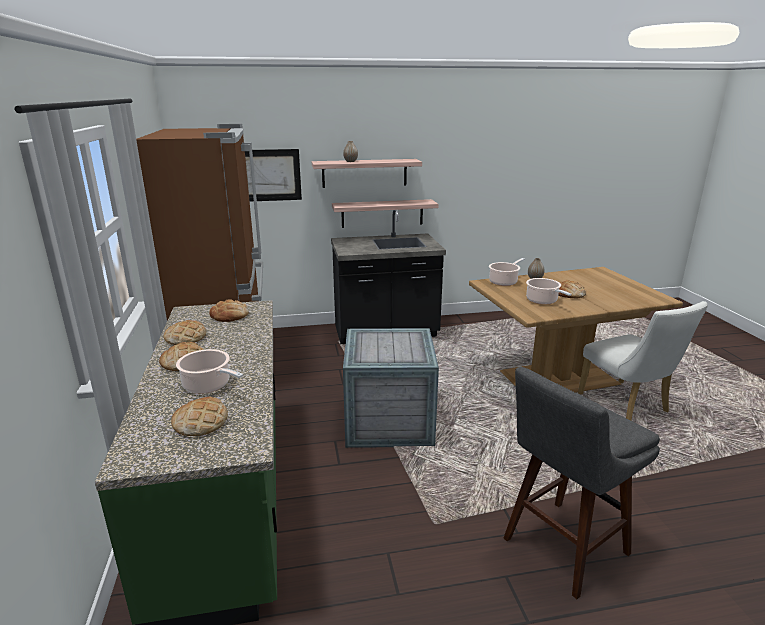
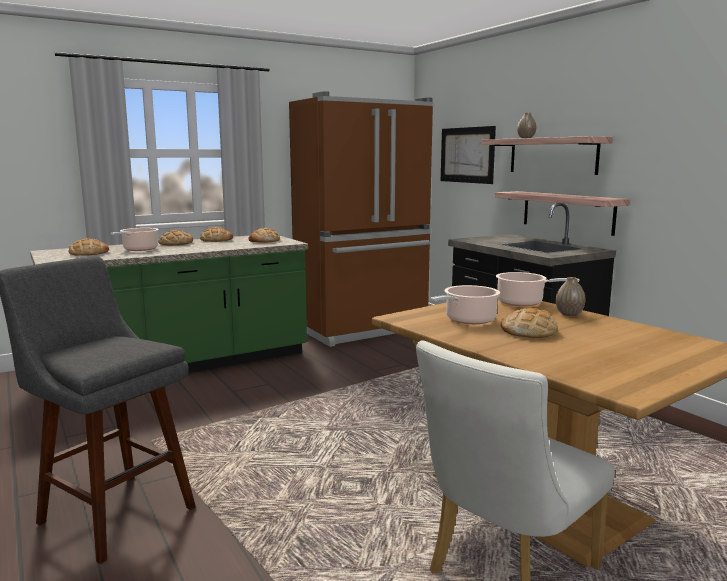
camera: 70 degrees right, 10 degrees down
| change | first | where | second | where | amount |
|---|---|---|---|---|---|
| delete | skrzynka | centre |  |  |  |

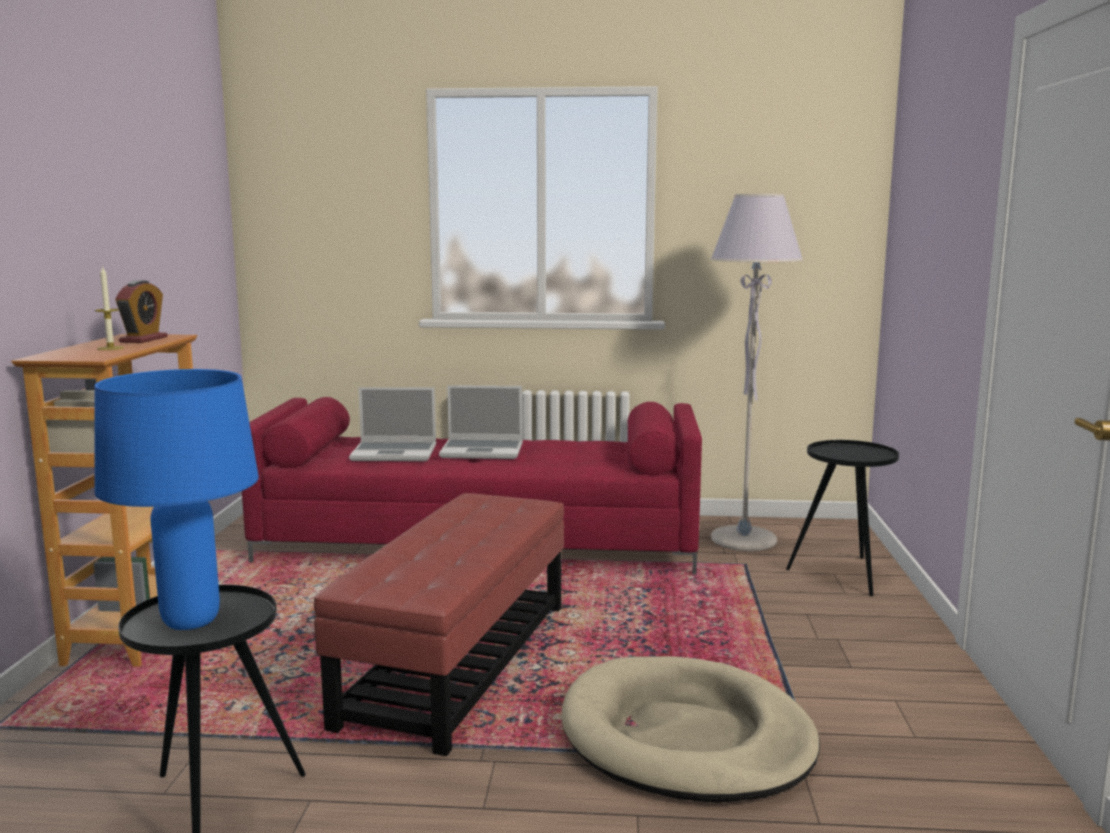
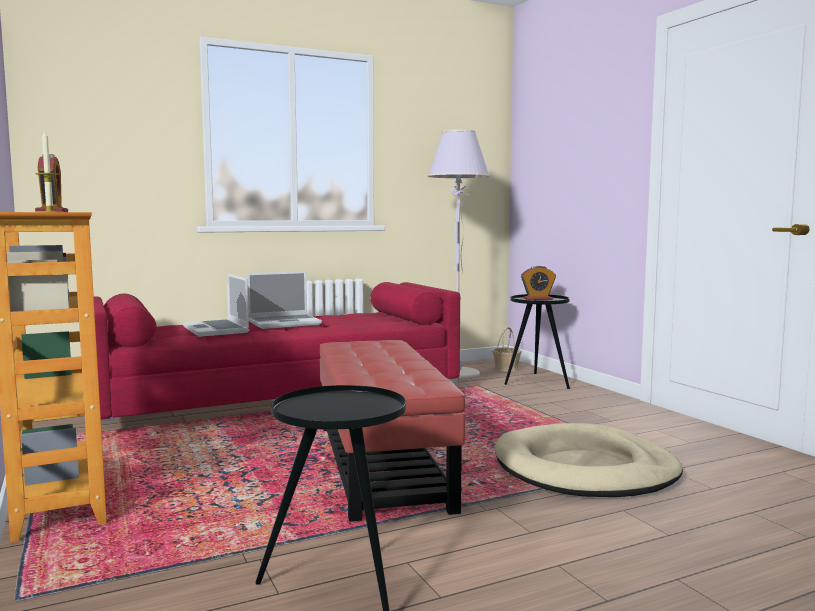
camera: 30 degrees left, 5 degrees down
| change | first | where | second | where | amount |
|---|---|---|---|---|---|
| rotate | laptop (1st from left) | centre |  | middle left | 90 degrees clockwise |
| insert |  |  | koszyk | centre |  |
| insert |  |  | budzik (2nd from left) | centre |  |
| delete | lampa stołowa (niebieski) | middle left |  |  |  |

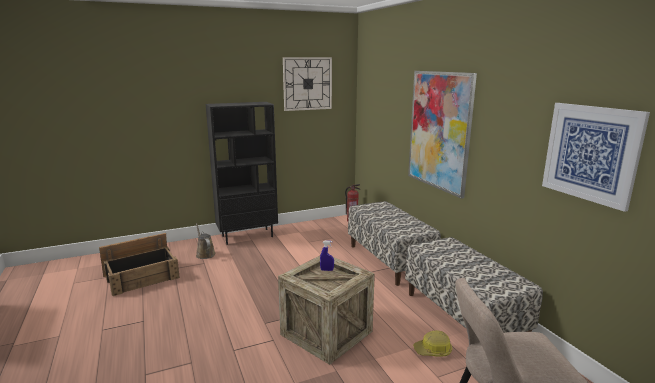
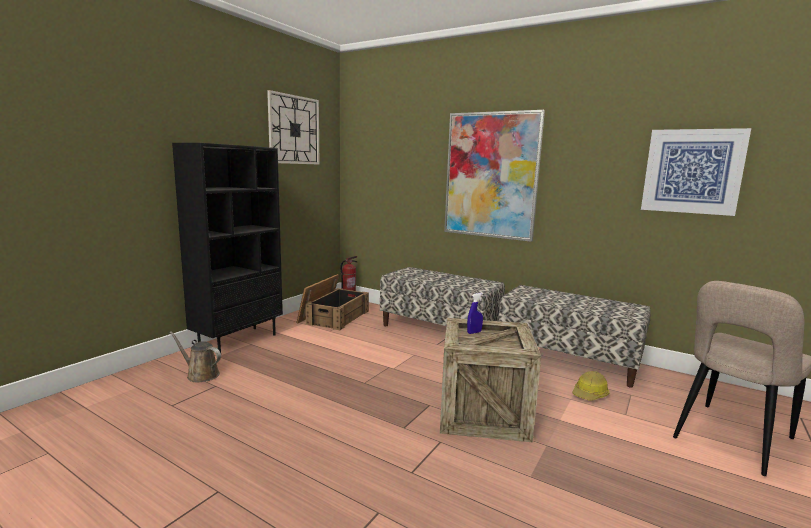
camera: 35 degrees left, 5 degrees down
| change | first | where | second | where | amount |
|---|---|---|---|---|---|
| move | skrzynka (1st from left) | bottom left |  | centre |  |

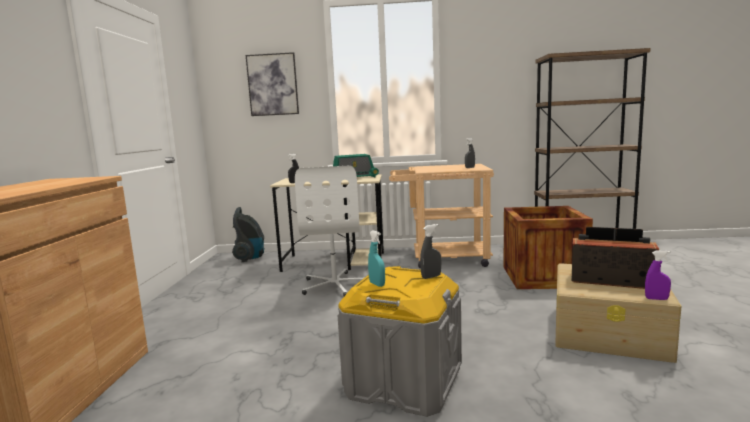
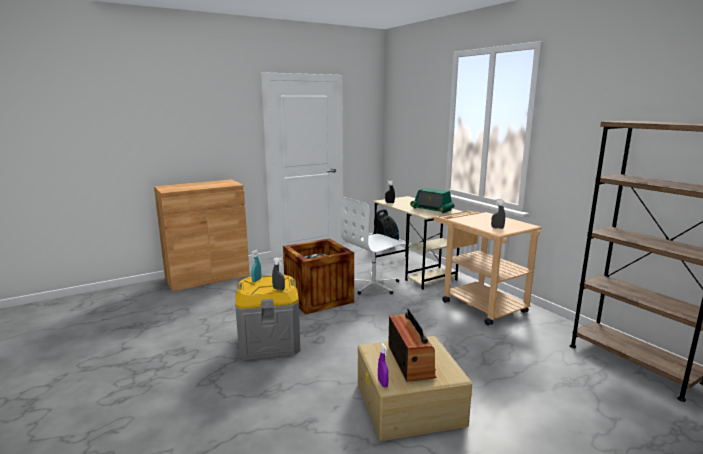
camera: 55 degrees right, 5 degrees up
| change | first | where | second | where | amount |
|---|---|---|---|---|---|
| move | skrzynka | middle right |  | centre |  |
| delete | obraz | top centre |  |  |  |

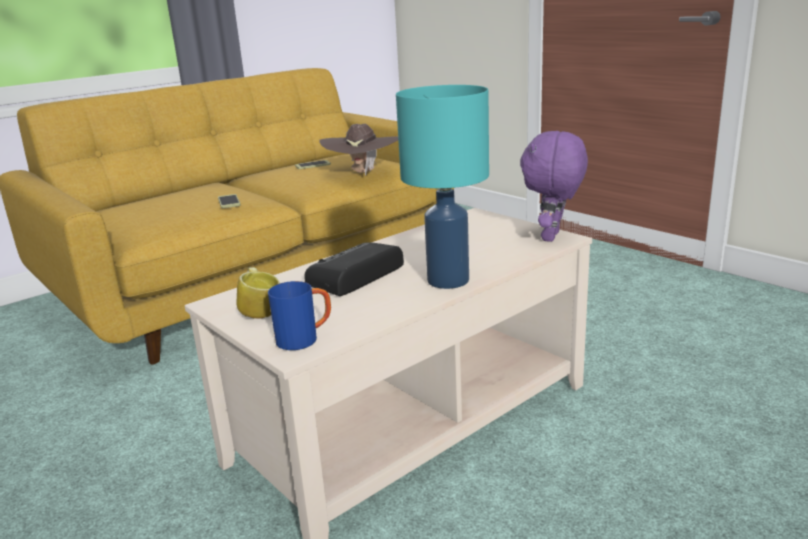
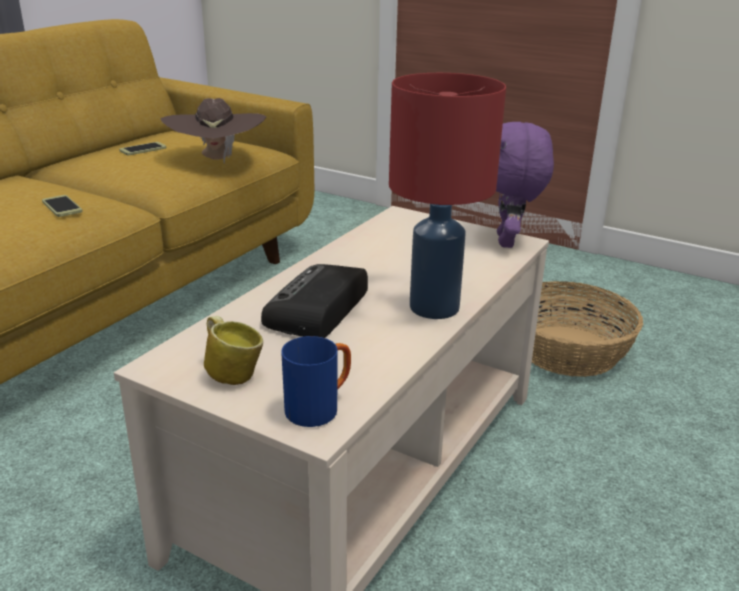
camera: 20 degrees left, 5 degrees up
| change | first | where | second | where | amount |
|---|---|---|---|---|---|
| recolor | lampa stołowa (turkusowy) | centre | lampa stołowa (czerwony) | top centre |  |
| insert |  |  | koszyk | middle right |  |

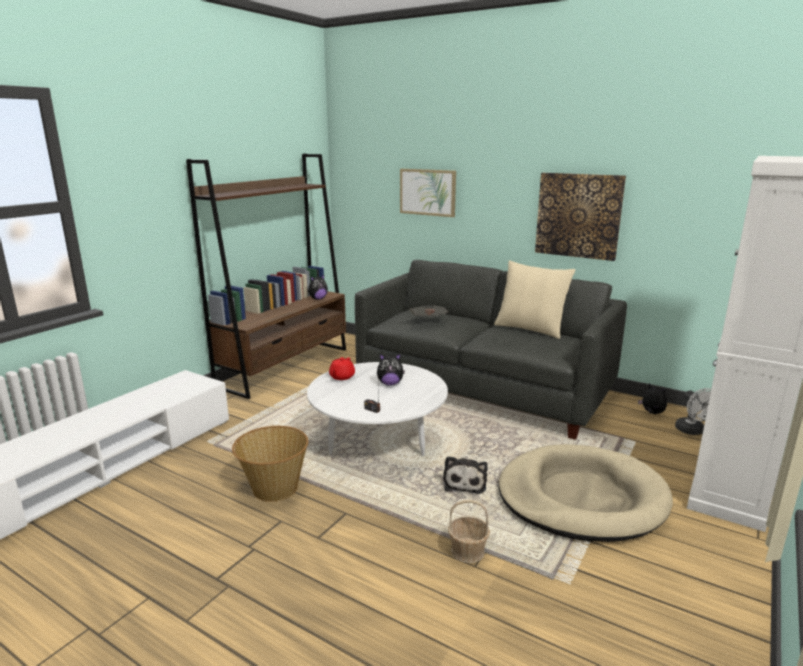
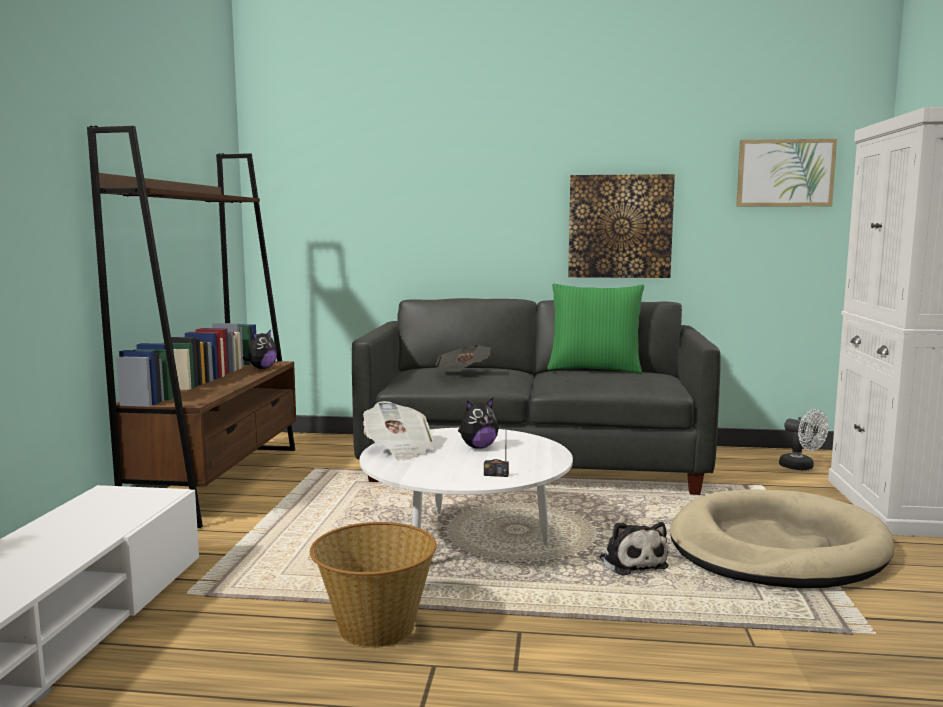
camera: 25 degrees left, 10 degrees down
| change | first | where | second | where | amount |
|---|---|---|---|---|---|
| replace | imbryk (czerwony) | centre | gazeta (1st from left) | centre |  |
| recolor | poduszka (beżowy) | centre | poduszka (zielony) | centre |  |
| move | obraz (1st from left in the first image) | top centre | obraz (2nd from left) | top right |  |
| delete | koszyk (2nd from left) | bottom centre |  |  |  |
| delete | pluszak (4th from left) | middle right |  |  |  |

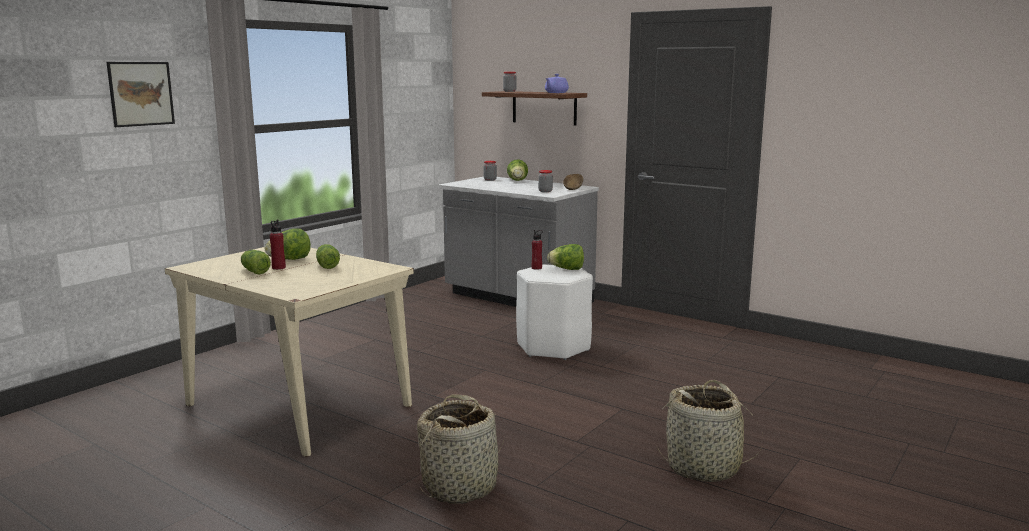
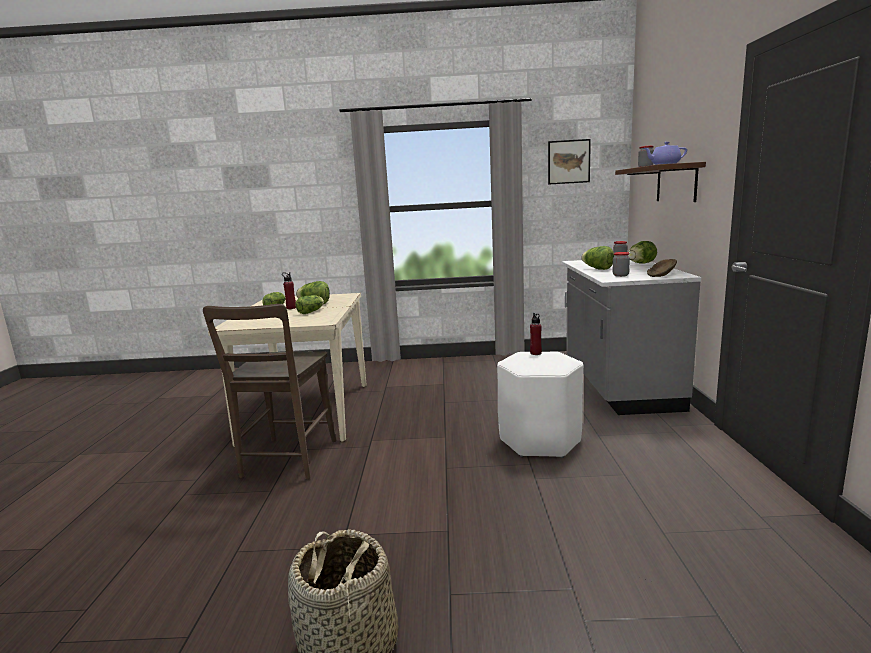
camera: 55 degrees right, 0 degrees up
| change | first | where | second | where | amount |
|---|---|---|---|---|---|
| insert |  |  | krzesło (brązowy) | middle left |  |
| move | obraz | top left |  | top centre |  |
| move | sałata (5th from left in the first image) | centre | sałata (4th from left) | middle right |  |
| delete | koszyk (1st from left) | bottom centre |  |  |  |

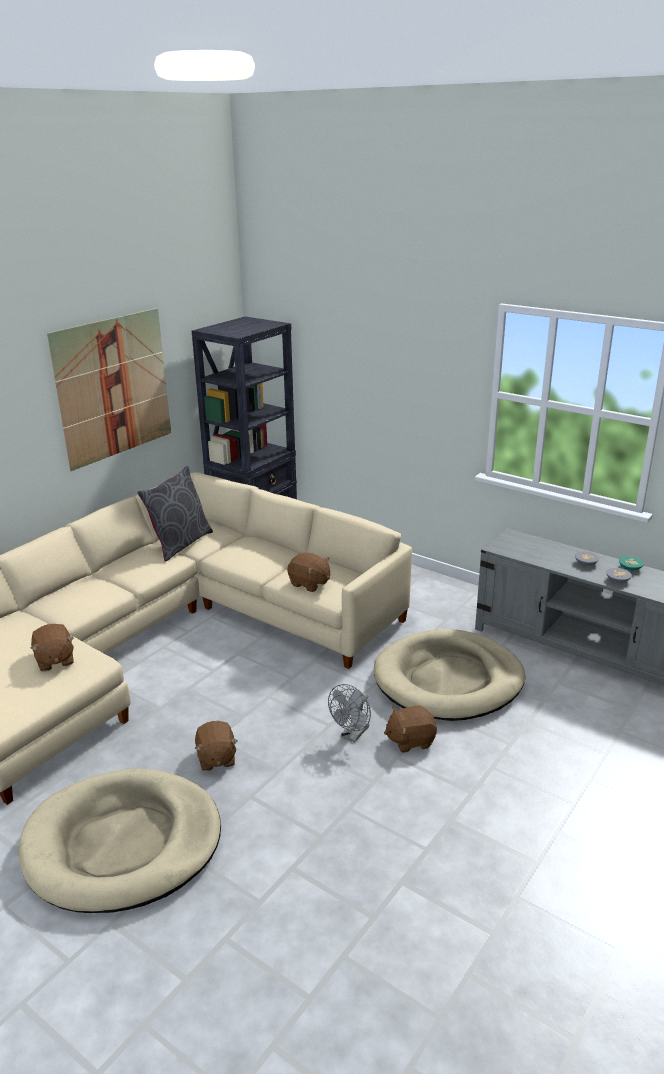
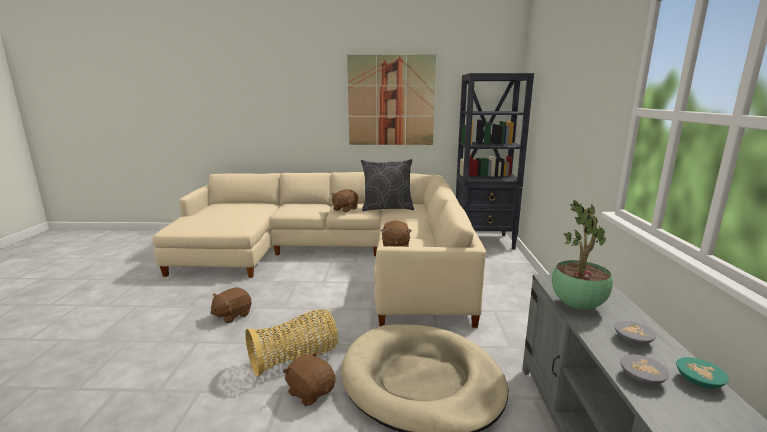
camera: 55 degrees right, 10 degrees down
| change | first | where | second | where | amount |
|---|---|---|---|---|---|
| replace | wentylator (szary) | centre | koszyk | bottom centre |  |
| move | pluszak (brązowy) (1st from left in the first image) | middle left | pluszak (brązowy) (3rd from left) | centre |  |
| insert |  |  | roślina doniczkowa | middle right |  |
| delete | legowisko (beżowy) (1st from left) | bottom left |  |  |  |

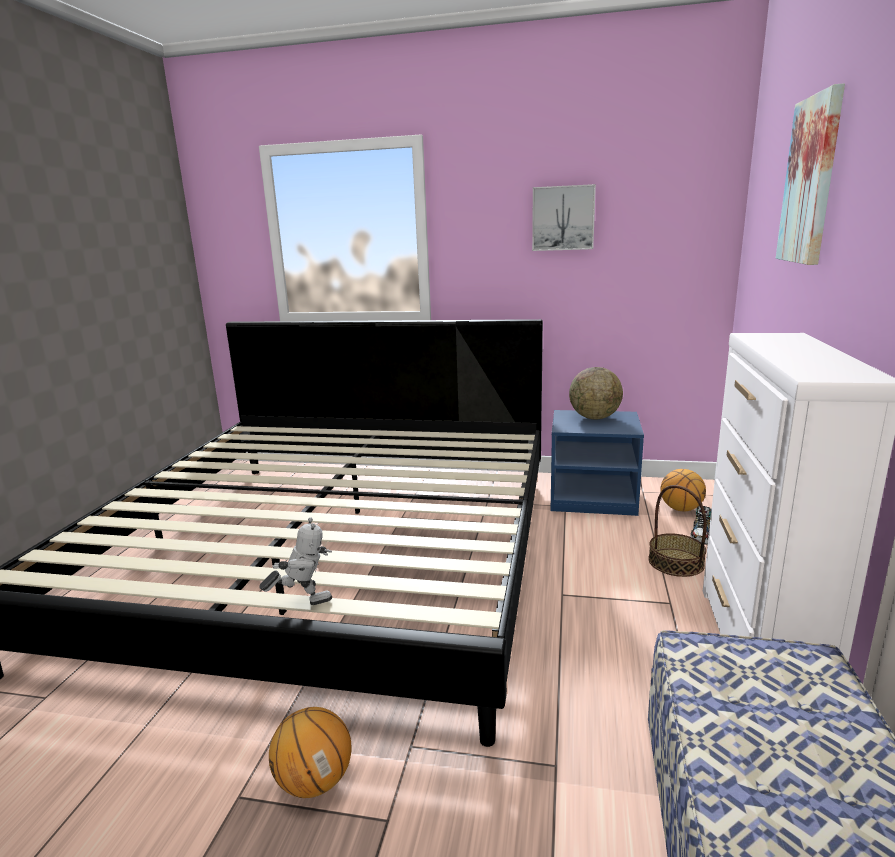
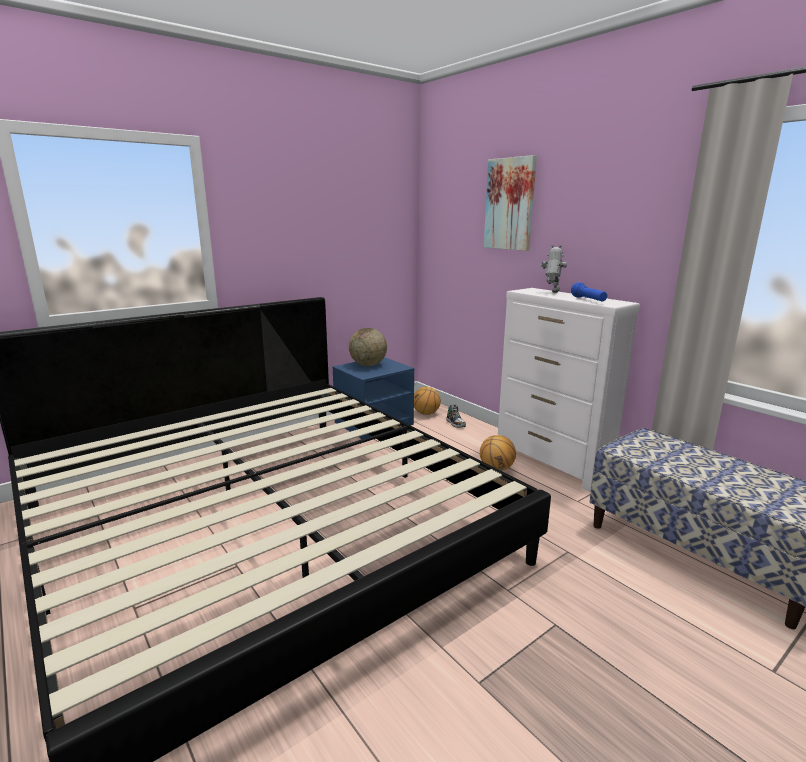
camera: 50 degrees left, 0 degrees up
| change | first | where | second | where | amount |
|---|---|---|---|---|---|
| move | piłka do koszykówki (1st from left in the first image) | bottom centre | piłka do koszykówki (2nd from left) | centre |  |
| move | robot zabawkowy | middle left |  | middle right |  |
| insert |  |  | latarka (niebieski) | middle right |  |
| delete | obraz (1st from left) | top centre |  |  |  |
| delete | koszyk | middle right |  |  |  |

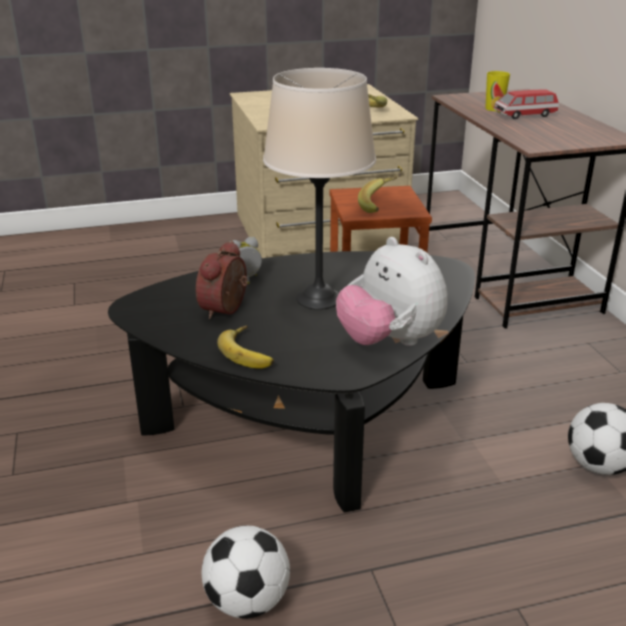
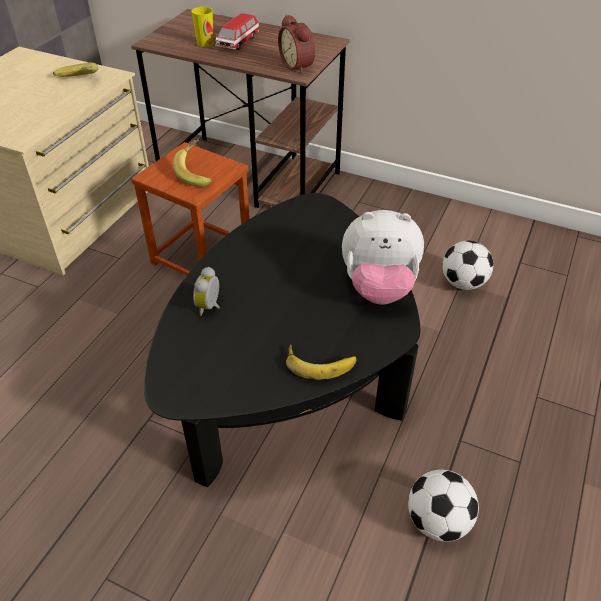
camera: 50 degrees left, 15 degrees up
| change | first | where | second | where | amount |
|---|---|---|---|---|---|
| move | budzik (1st from left in the first image) | centre | budzik (2nd from left) | top centre |  |
| delete | lampa stołowa (beżowy) | top centre |  |  |  |

